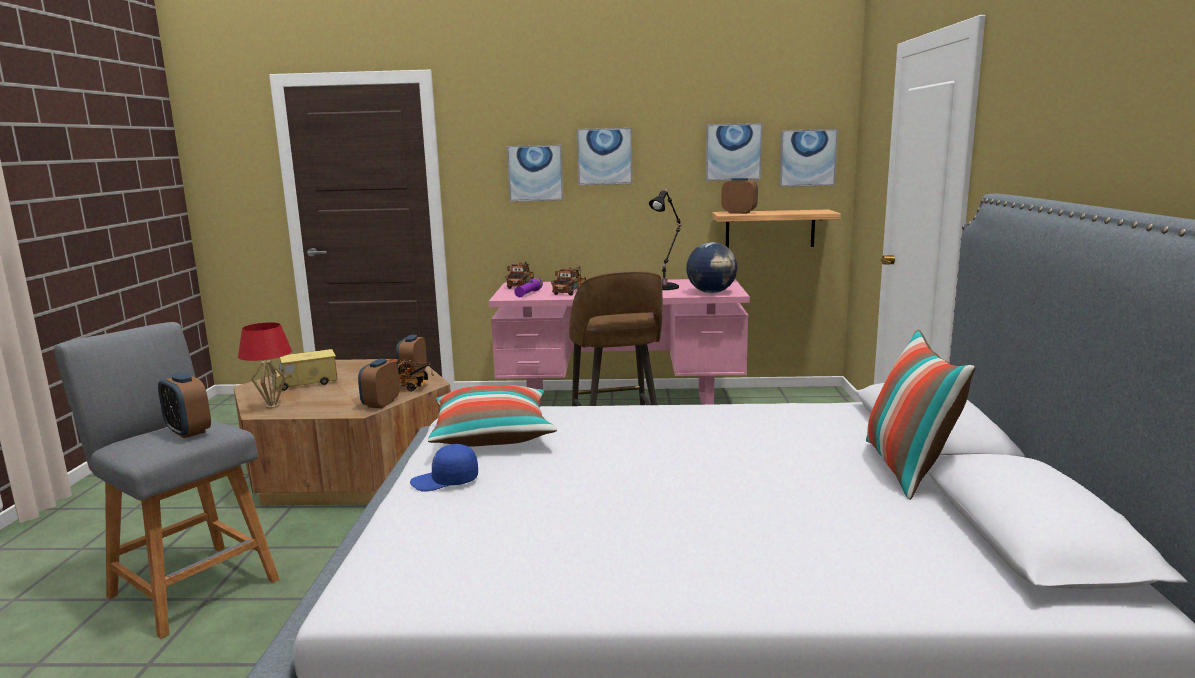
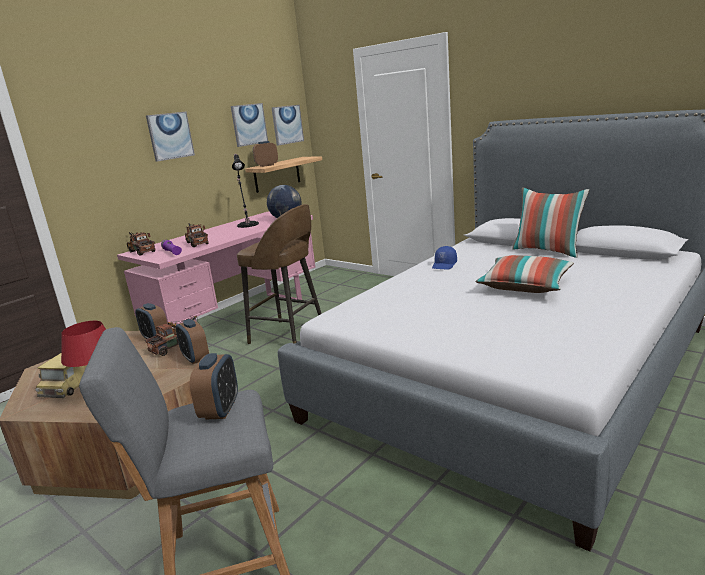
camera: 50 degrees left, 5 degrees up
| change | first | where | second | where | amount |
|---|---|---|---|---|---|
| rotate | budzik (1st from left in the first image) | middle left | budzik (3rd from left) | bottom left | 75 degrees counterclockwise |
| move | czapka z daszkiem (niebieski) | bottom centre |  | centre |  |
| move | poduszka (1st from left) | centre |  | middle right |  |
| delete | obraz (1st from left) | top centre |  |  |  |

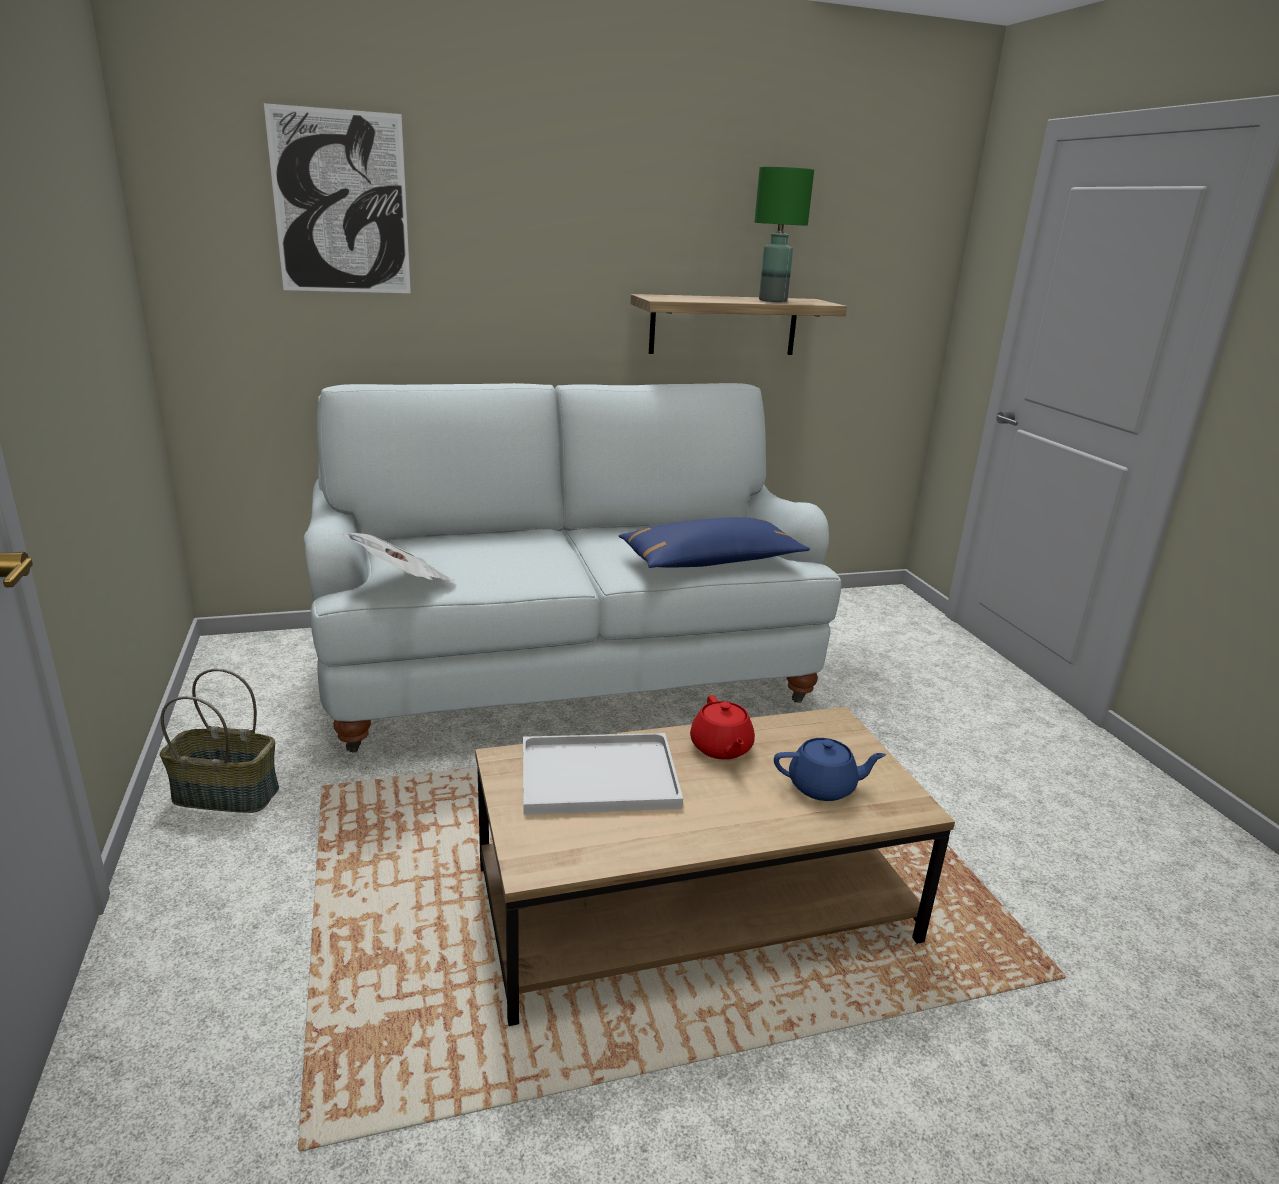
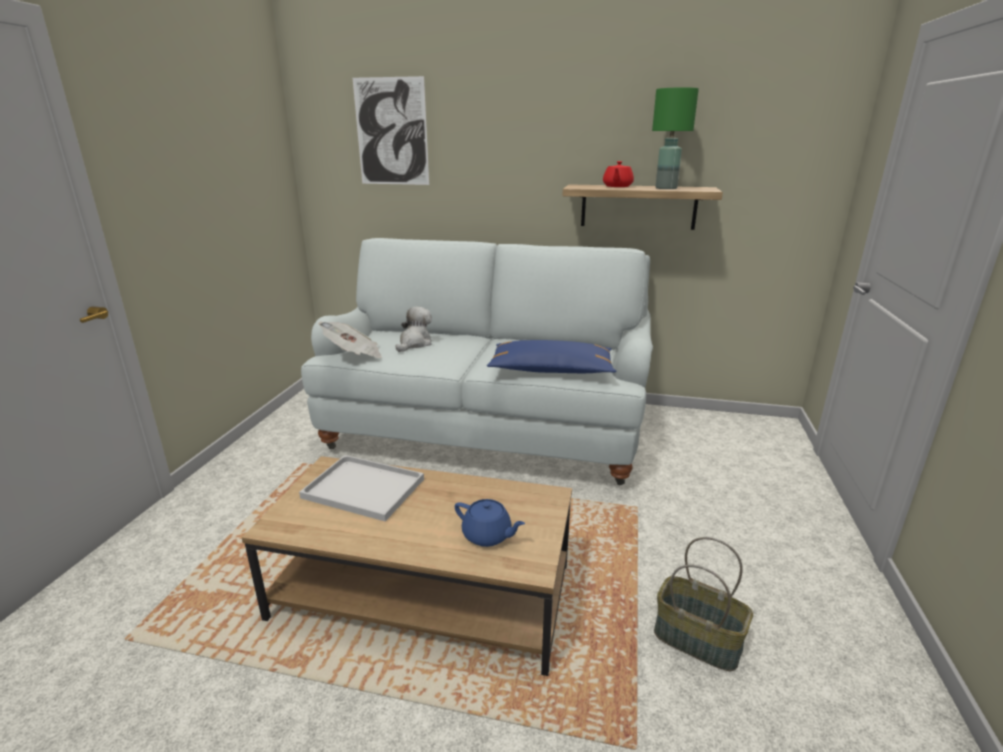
camera: 30 degrees right, 0 degrees up
| change | first | where | second | where | amount |
|---|---|---|---|---|---|
| insert |  |  | pluszak | centre |  |
| move | imbryk (czerwony) | centre |  | top centre |  |
| move | koszyk | middle left |  | bottom right |  |

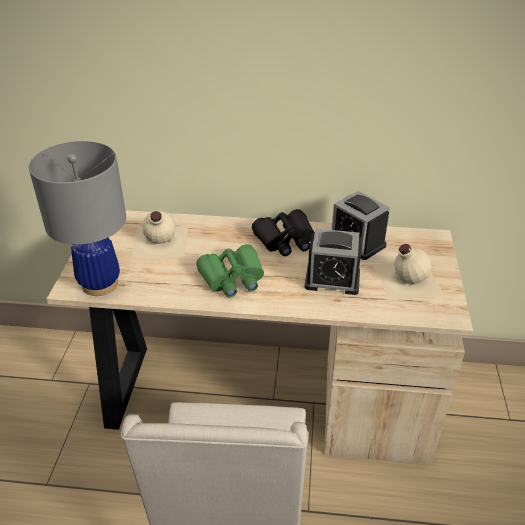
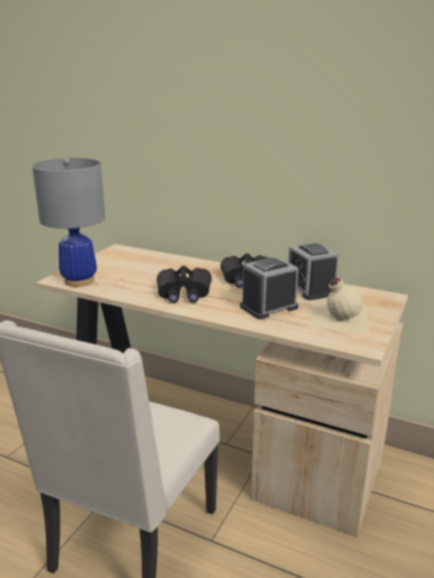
camera: 20 degrees right, 15 degrees down
| change | first | where | second | where | amount |
|---|---|---|---|---|---|
| recolor | lornetka (zielony) | centre | lornetka (czarny) (1st from left) | centre |  |
| rotate | budzik (1st from left) | centre |  | centre | 120 degrees clockwise |
| delete | butelka (beżowy) (1st from left) | middle left |  |  |  |

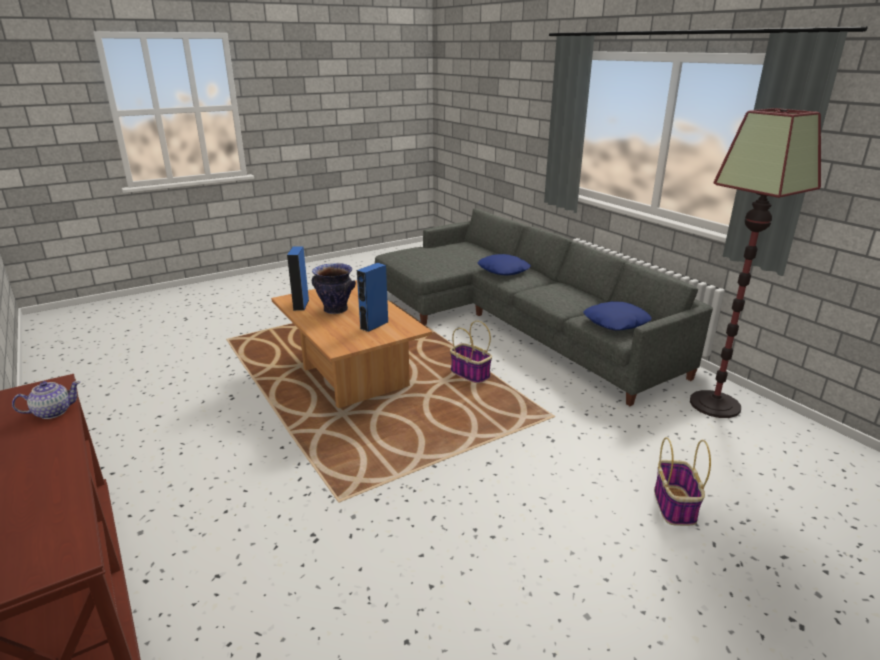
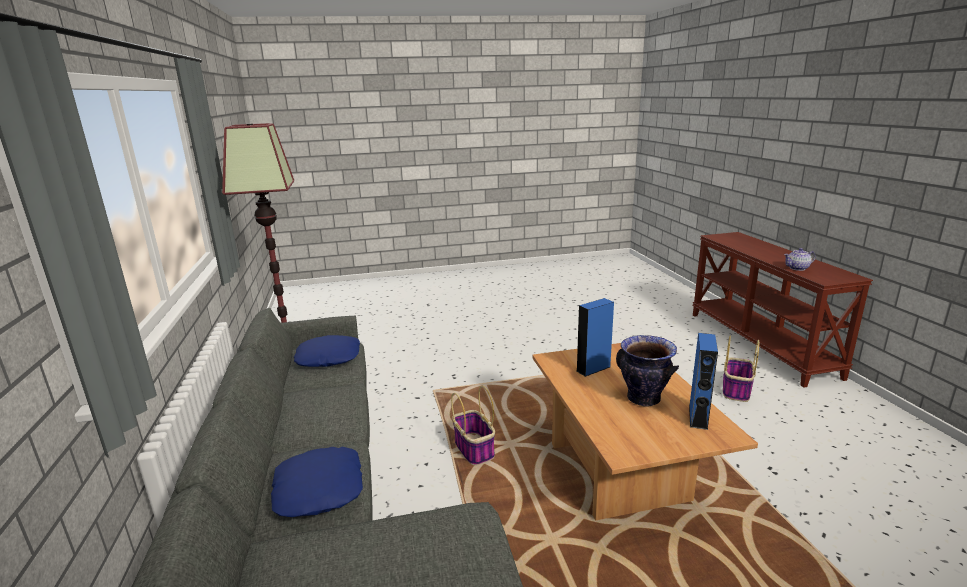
camera: 160 degrees left, 5 degrees down
| change | first | where | second | where | amount |
|---|---|---|---|---|---|
| move | koszyk (2nd from left) | bottom right |  | middle right |  |

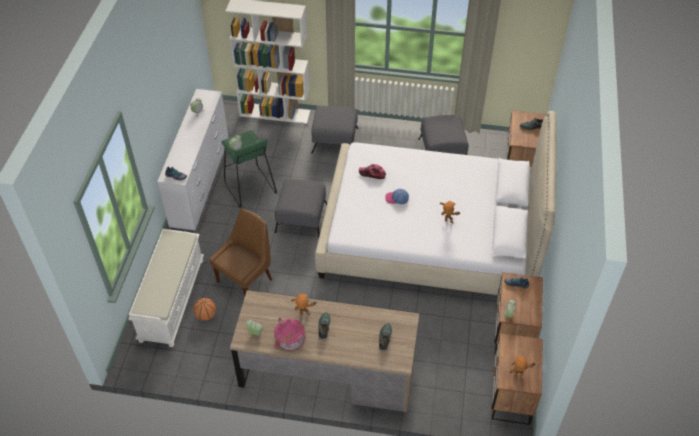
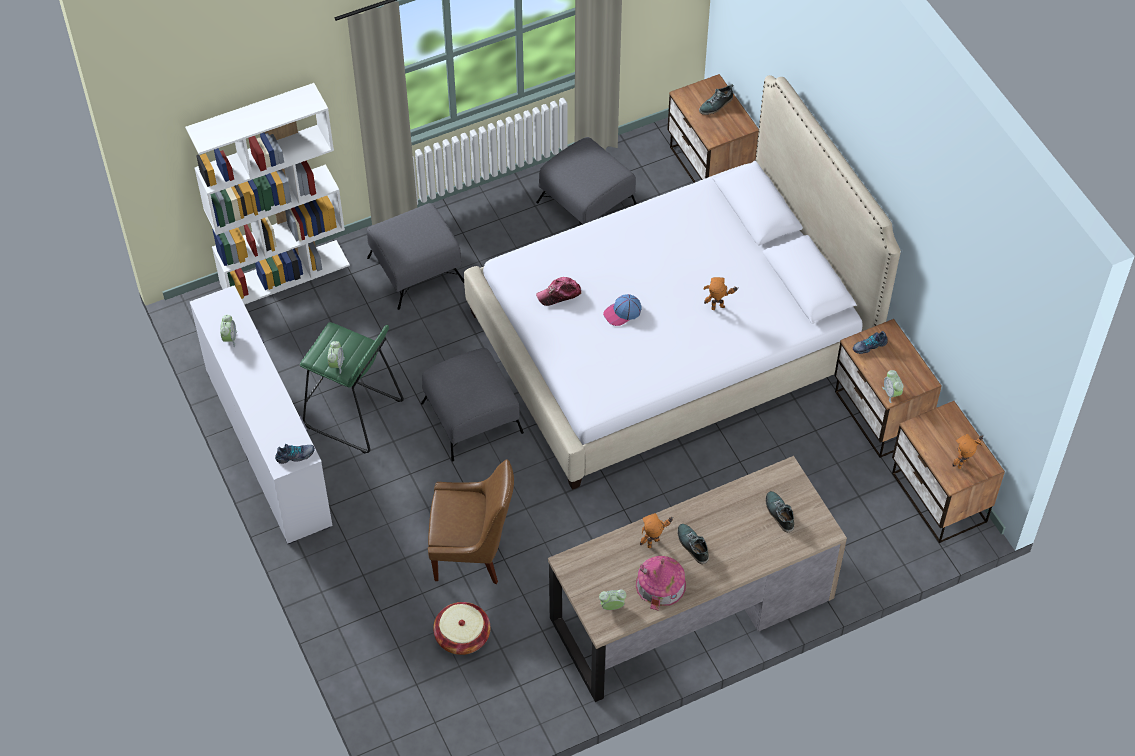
camera: 35 degrees left, 5 degrees up
| change | first | where | second | where | amount |
|---|---|---|---|---|---|
| rotate | krzesło (brązowy) | centre |  | bottom centre | 90 degrees clockwise |
| replace | piłka do koszykówki | bottom left | koszyk | bottom centre |  |
| delete | ławka (biały) | middle left |  |  |  |

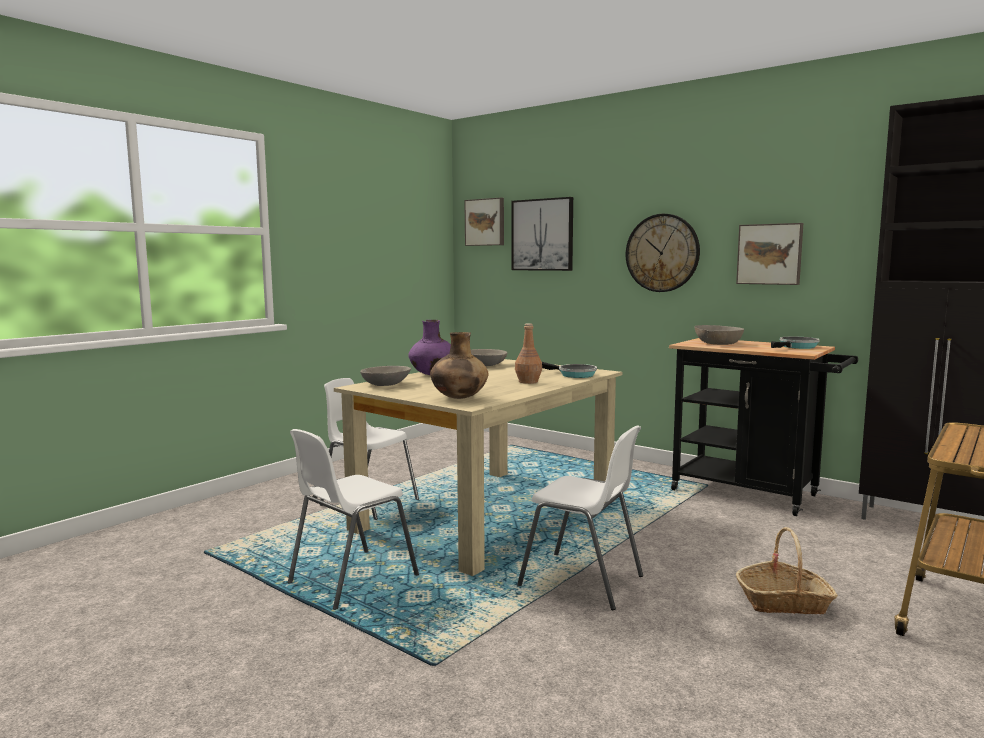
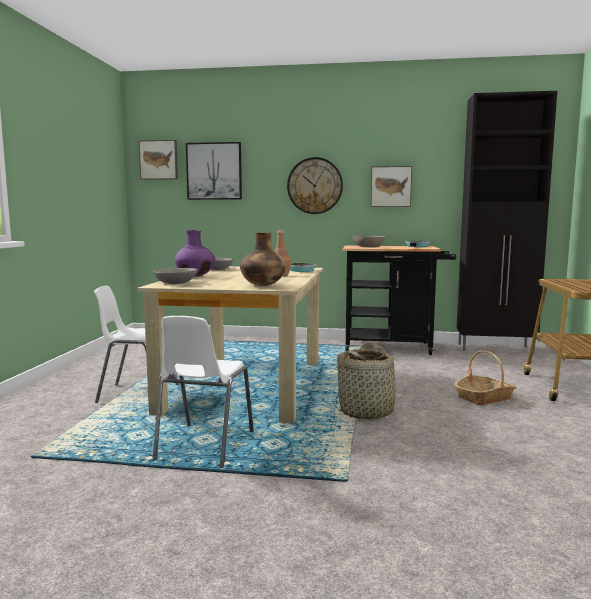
camera: 30 degrees left, 0 degrees up
| change | first | where | second | where | amount |
|---|---|---|---|---|---|
| replace | krzesło (biały) (3rd from left) | bottom centre | koszyk (1st from left) | centre |  |

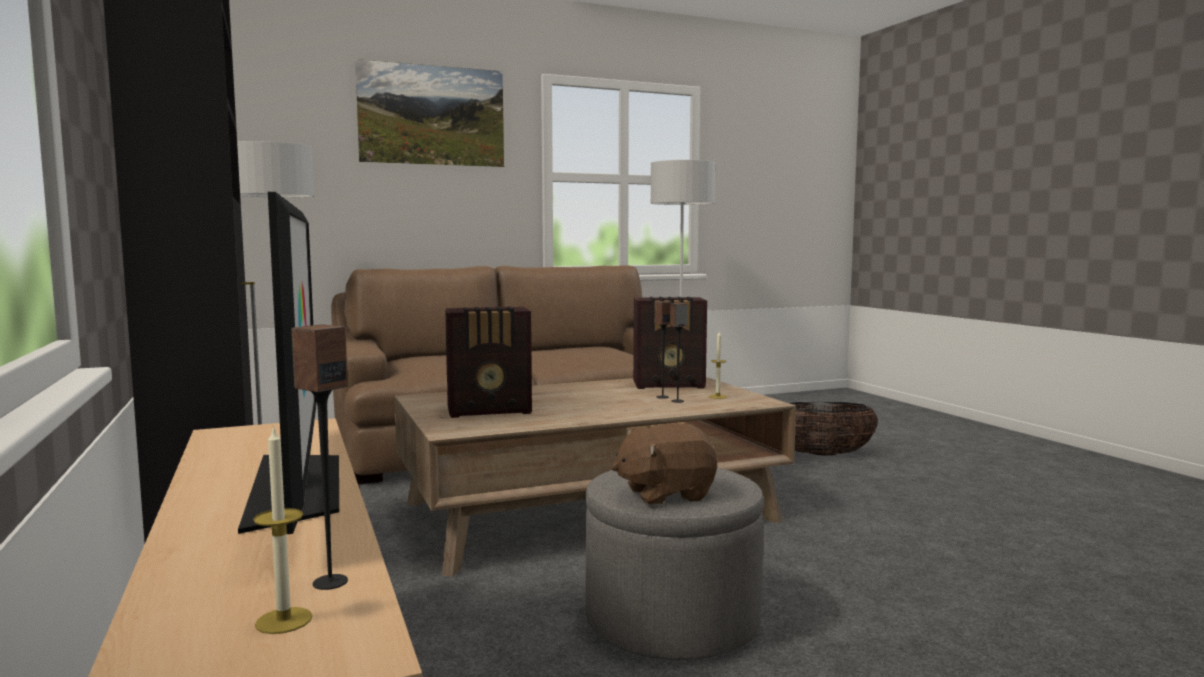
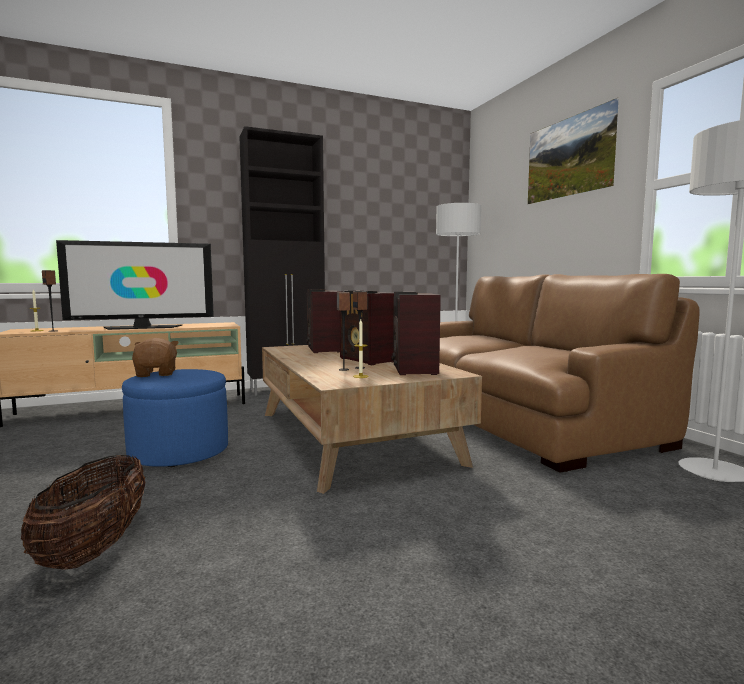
camera: 90 degrees right, 0 degrees up
| change | first | where | second | where | amount |
|---|---|---|---|---|---|
| move | koszyk | middle right |  | bottom left |  |
| recolor | pufa (szary) | bottom centre | pufa (niebieski) | middle left |  |
| insert |  |  | radio (2nd from left) | centre |  |

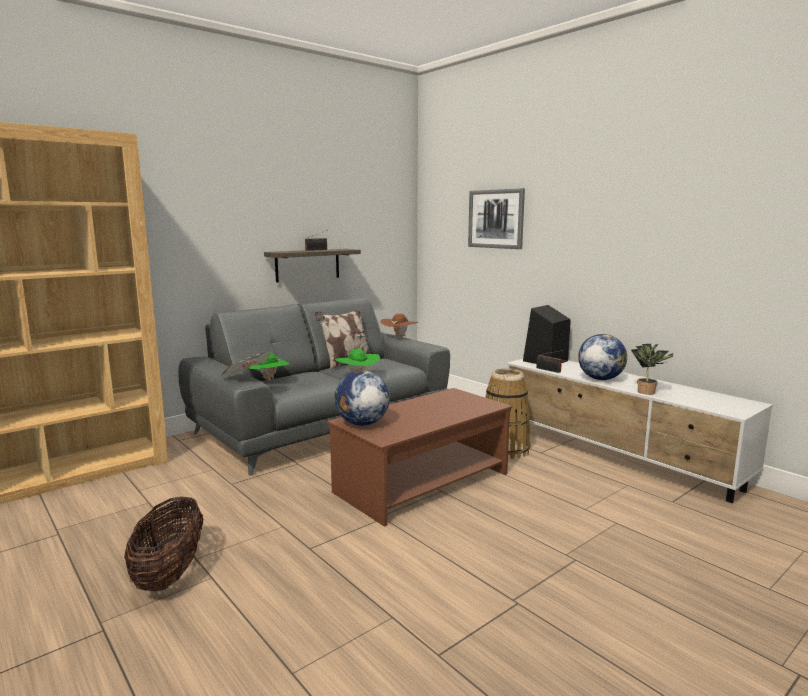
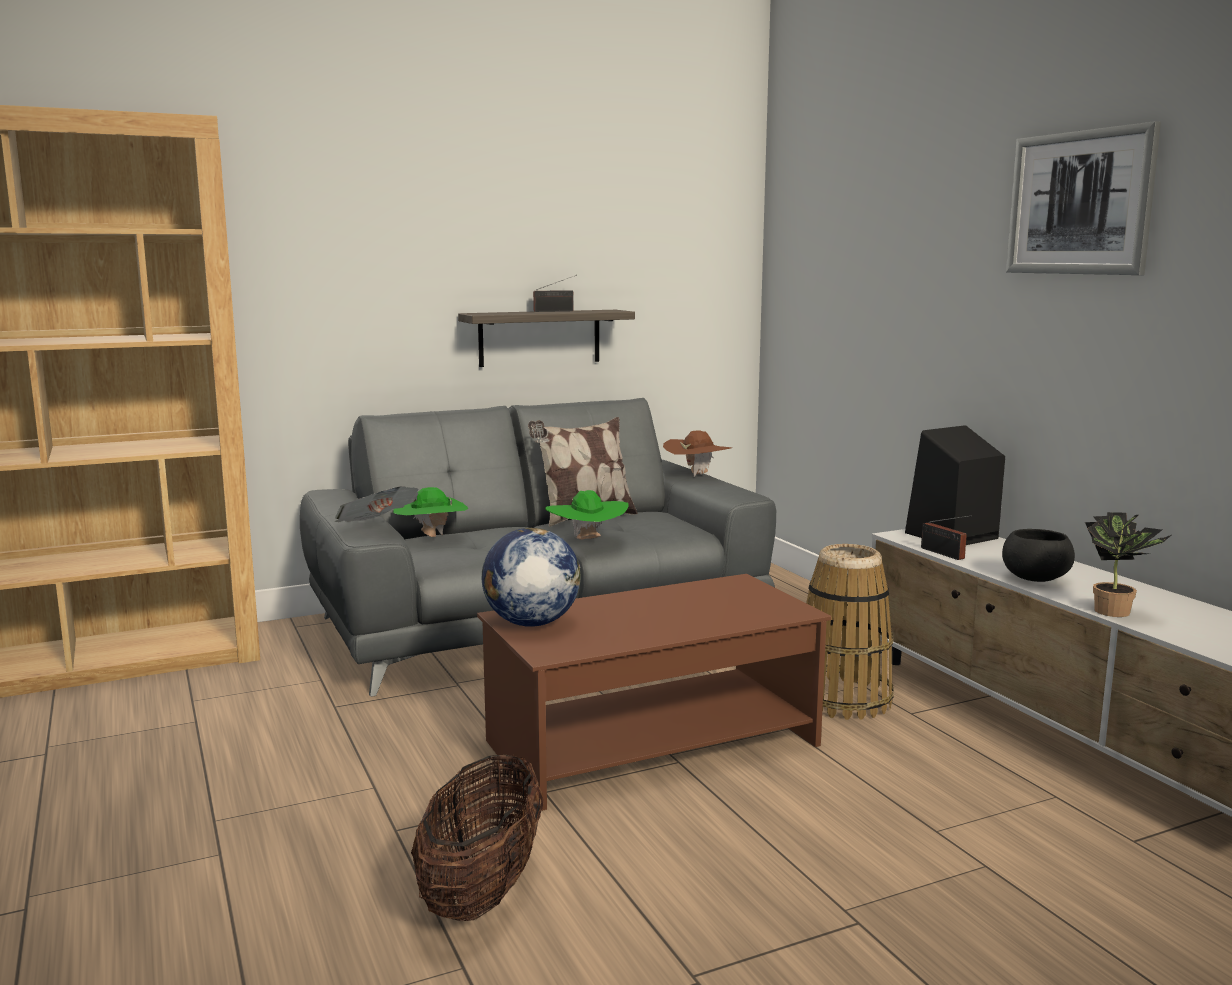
camera: 15 degrees right, 0 degrees up
| change | first | where | second | where | amount |
|---|---|---|---|---|---|
| move | koszyk (1st from left) | bottom left |  | bottom centre |  |
| replace | globus (2nd from left) | middle right | miska (czarny) | middle right |  |
| move | obraz | top centre |  | top right |  |

